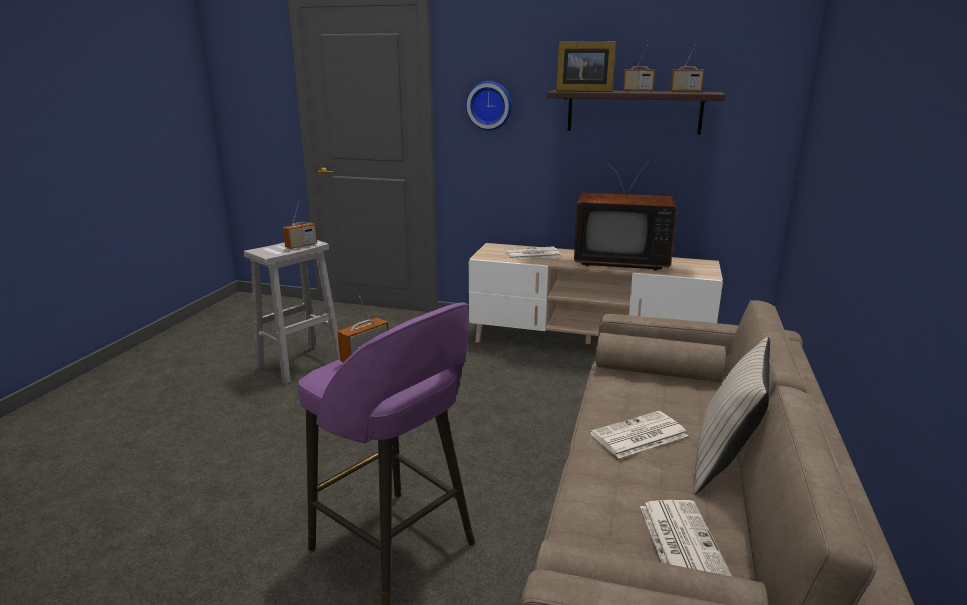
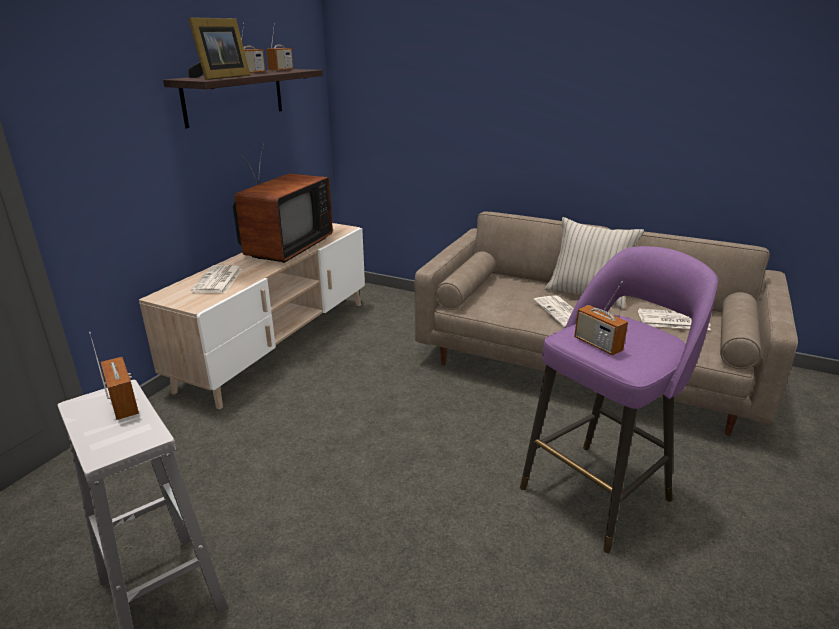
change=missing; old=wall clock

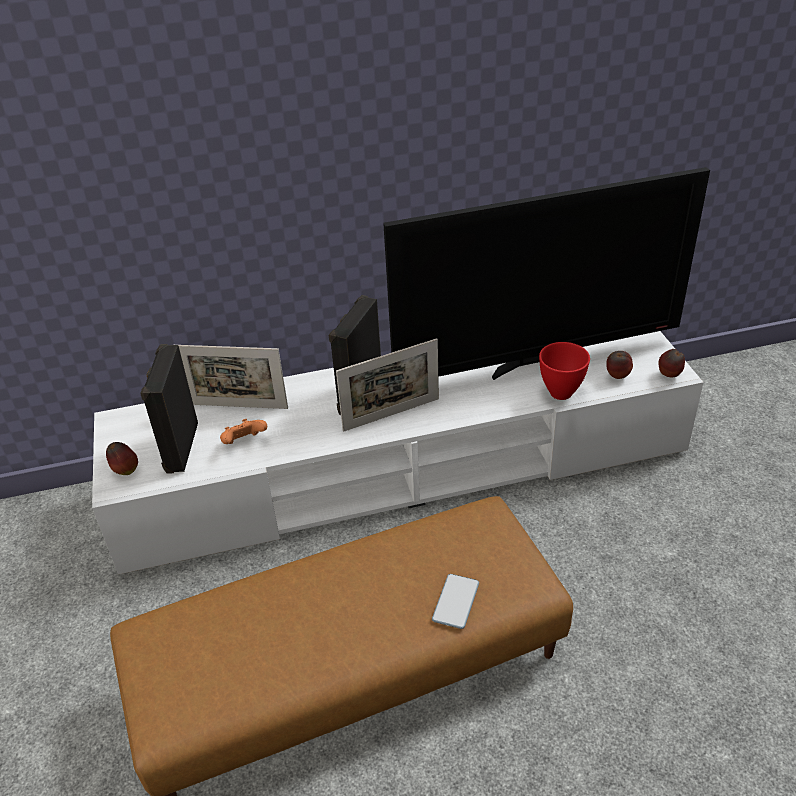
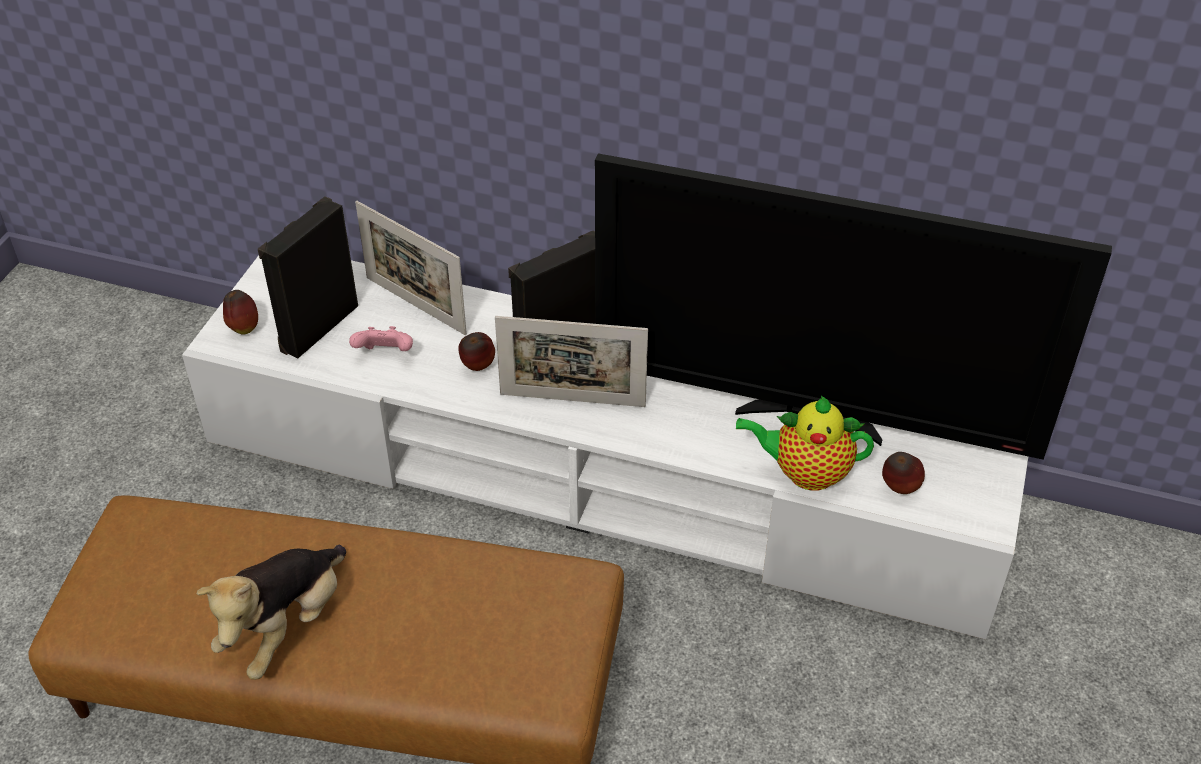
change=colour; old=gamepad in orange-coloured; new=gamepad in pink
change=missing; old=telephone
change=exchanged; old=serving bowl in reddish; new=pot for tea
change=relocated; old=apple (no. 3 from left in the first image); new=apple (no. 2 from left)
change=appeared; new=soft toy

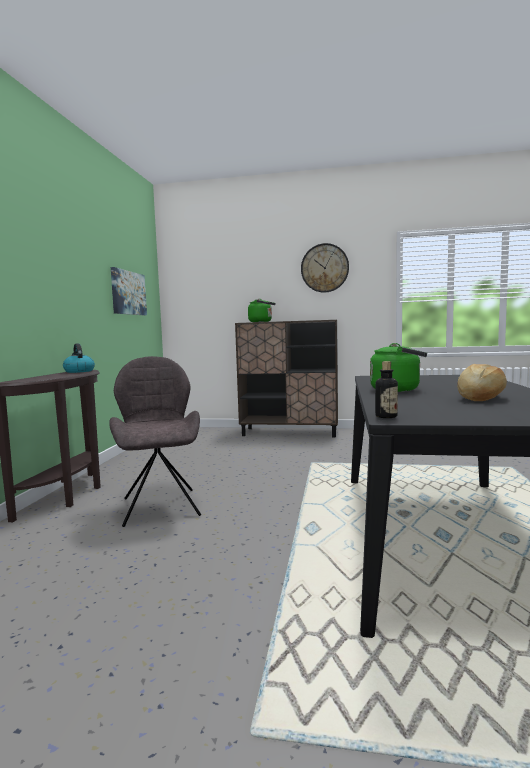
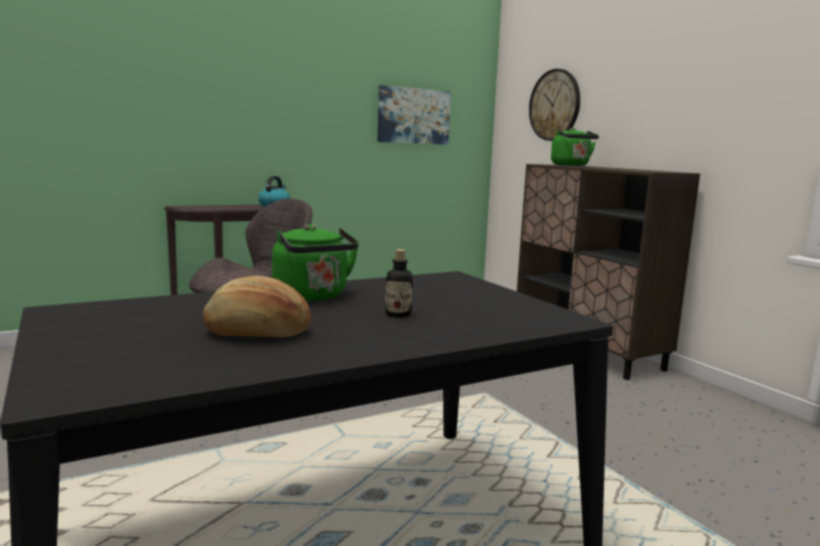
change=relocated; old=wall clock
change=relocated; old=bottle

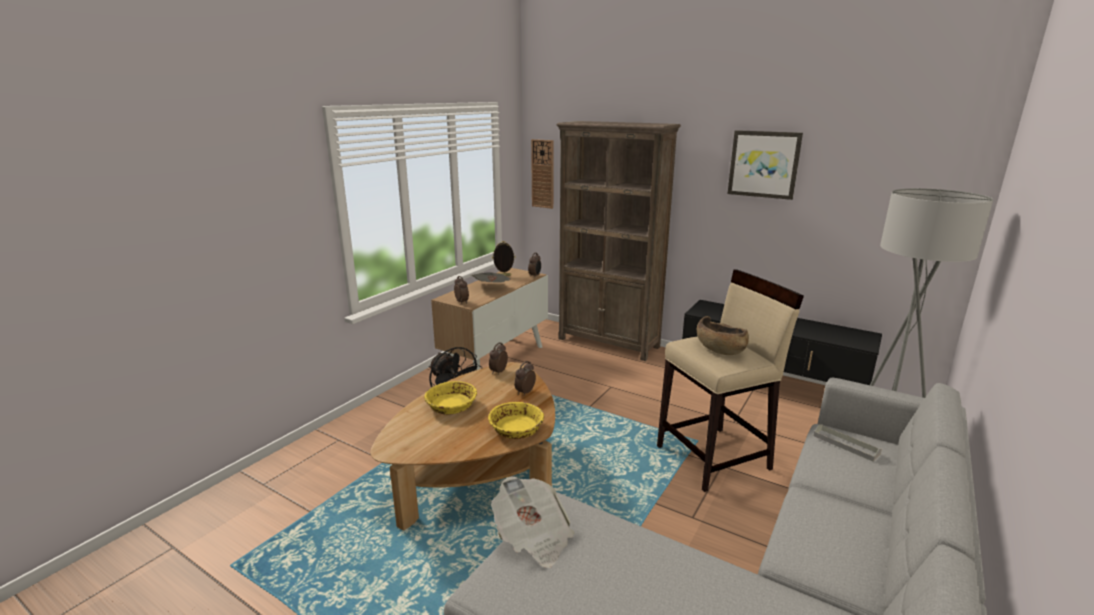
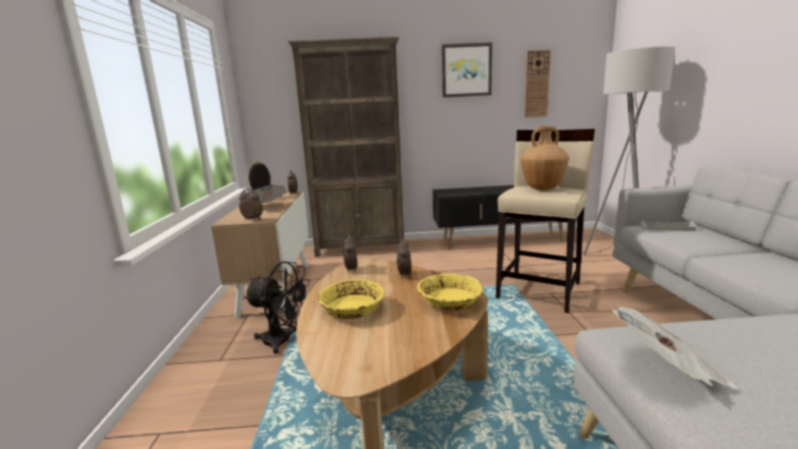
change=relocated; old=wall clock
change=exchanged; old=serving bowl in brown-coloured; new=vase in brown-coloured

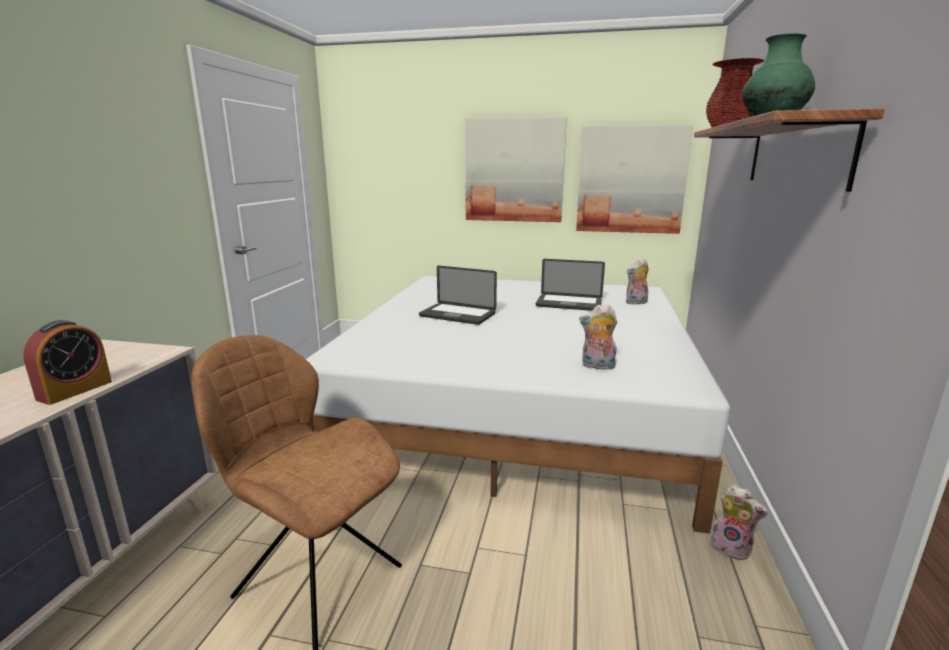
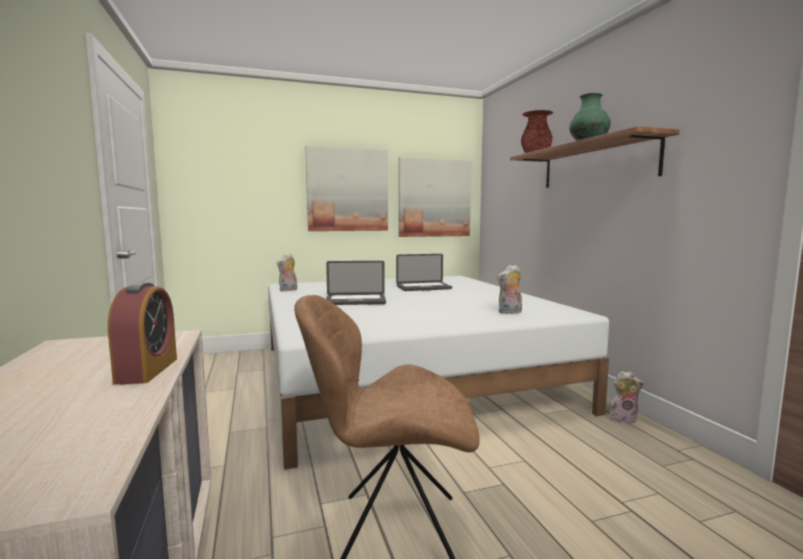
change=relocated; old=soft toy (no. 2 from left in the first image); new=soft toy (no. 1 from left)

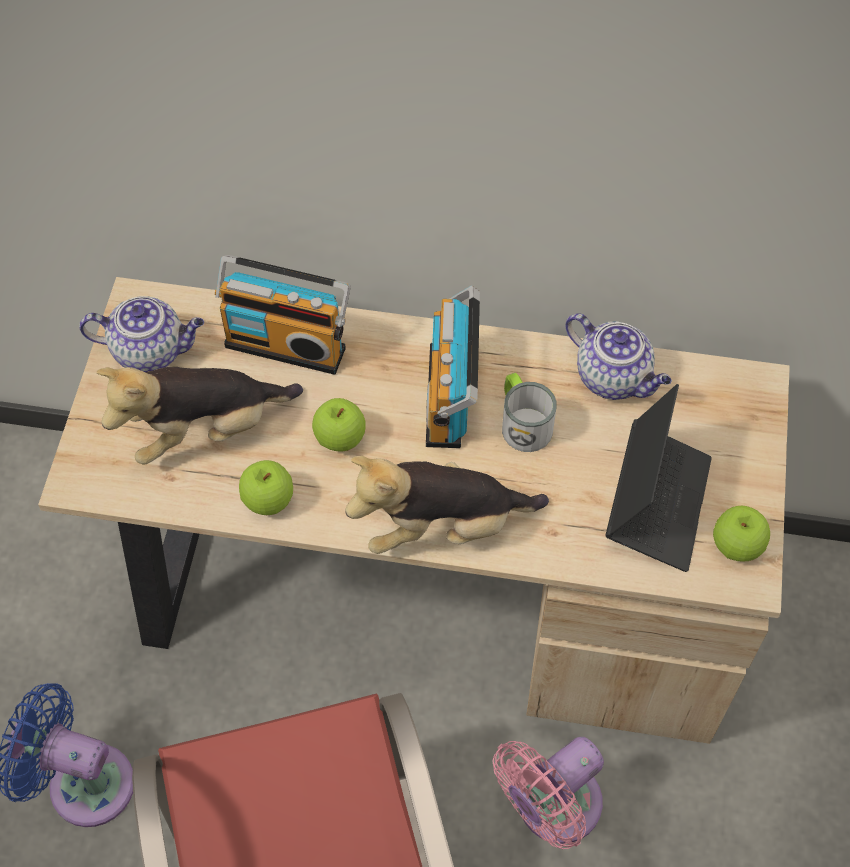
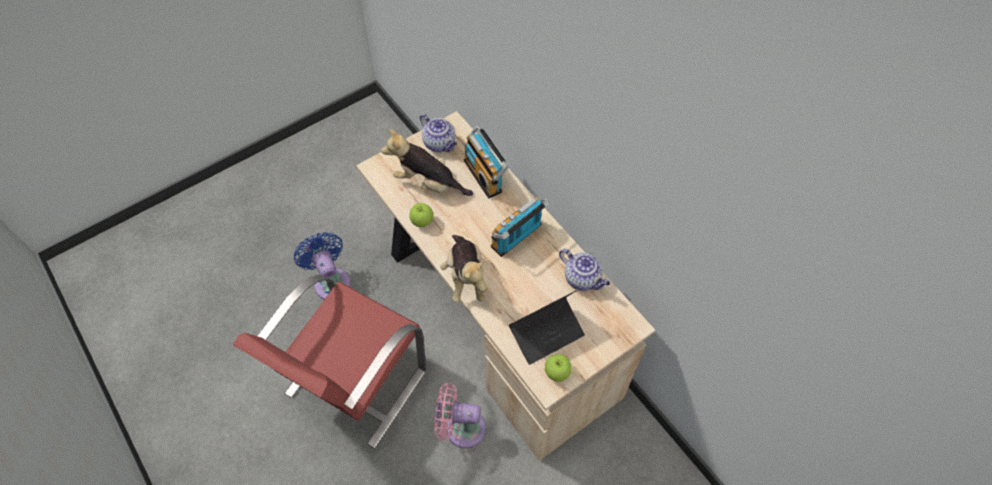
change=missing; old=apple (no. 2 from left)
change=spun; old=soft toy (no. 2 from left); degrees=-135
change=missing; old=tea mug
change=spun; old=pot for tea (no. 2 from left); degrees=-45

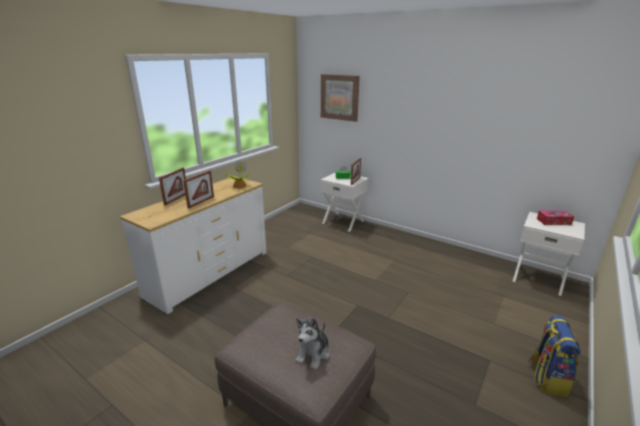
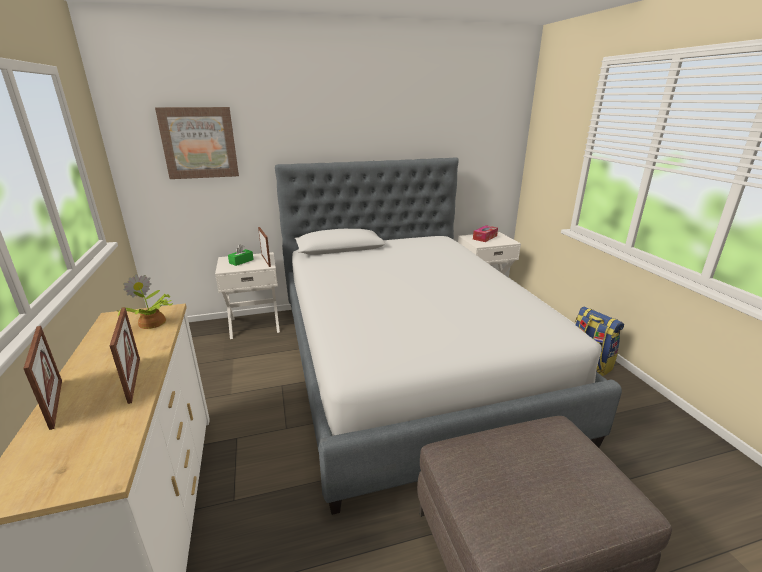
change=missing; old=soft toy
change=appeared; new=bedroom bed

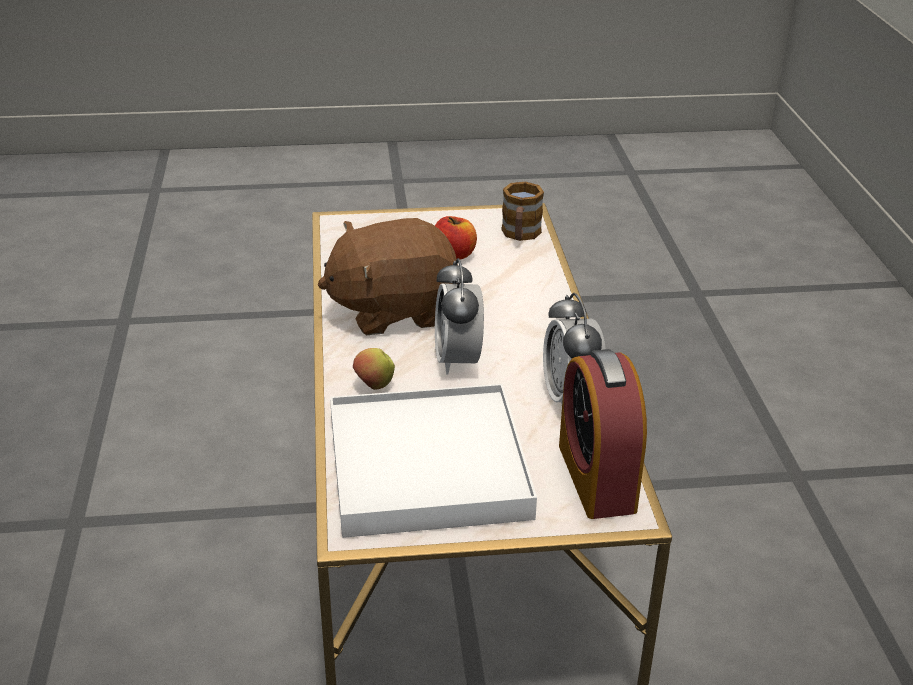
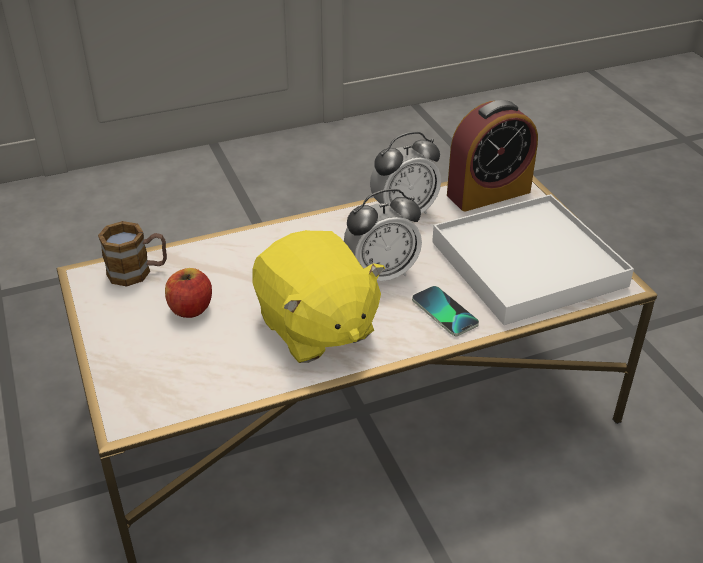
change=colour; old=soft toy in brown-coloured; new=soft toy in yellow-coloured
change=exchanged; old=apple (no. 1 from left); new=telephone

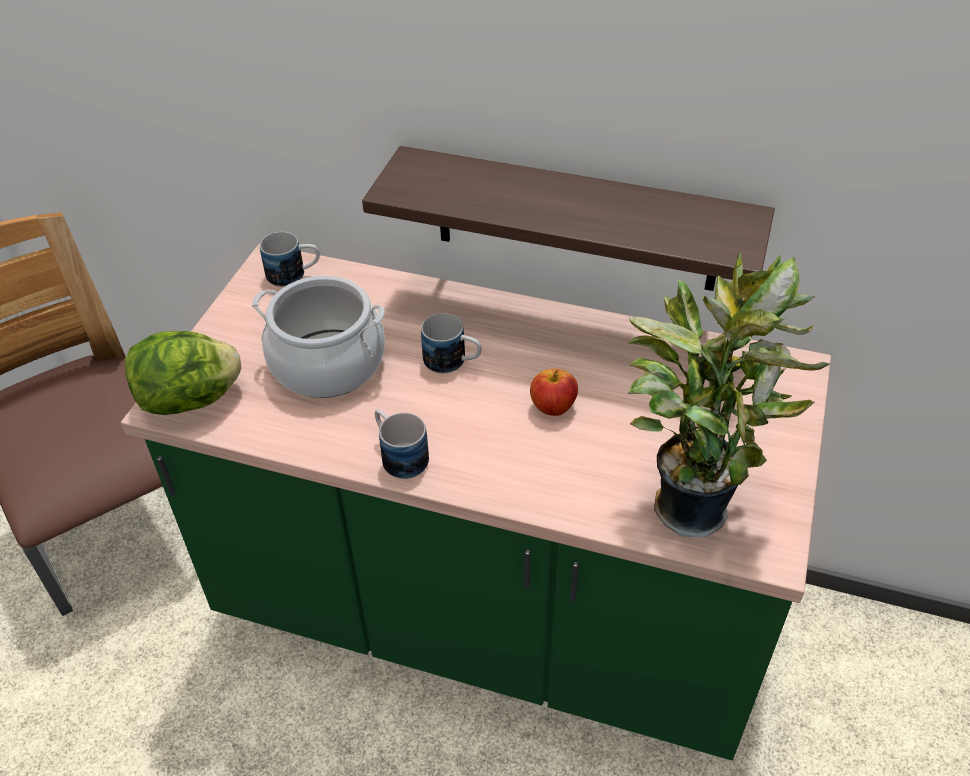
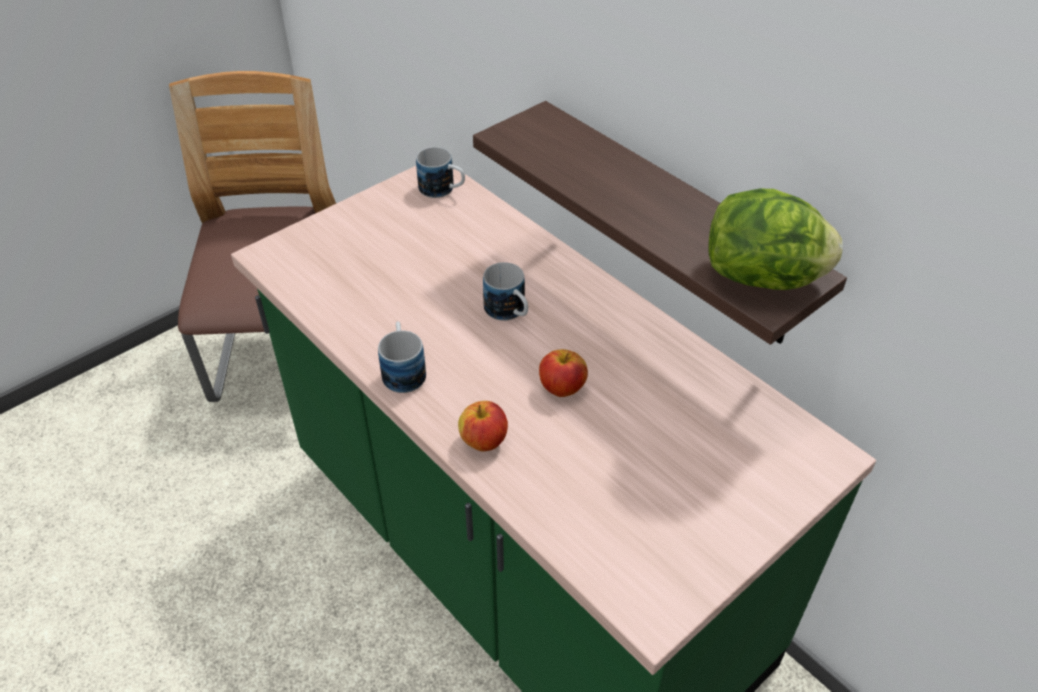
change=relocated; old=lettuce head
change=missing; old=saucepot
change=missing; old=plant in a pot
change=appeared; new=apple (no. 1 from left)

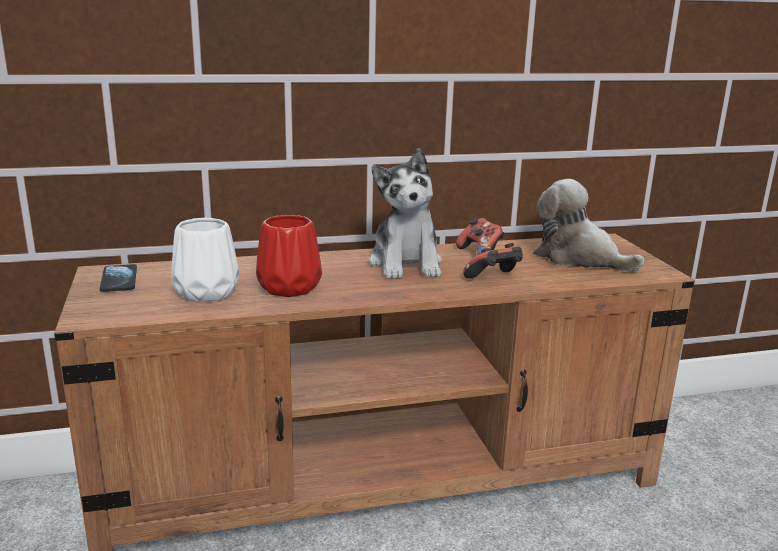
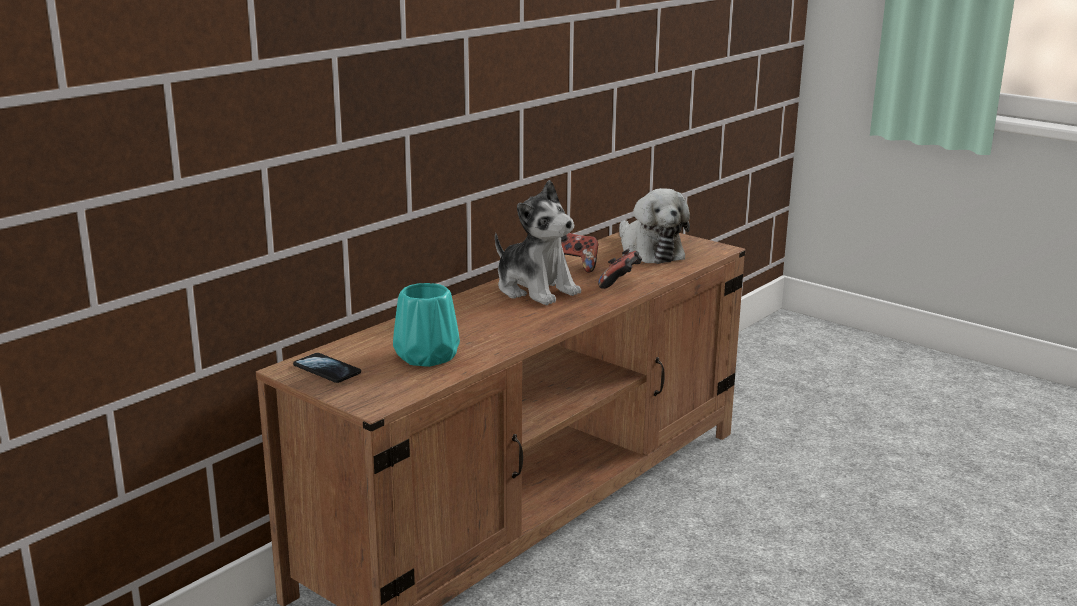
change=colour; old=vase in whitish; new=vase in blue-green
change=missing; old=vase in reddish
change=spun; old=soft toy (no. 2 from left); degrees=-120

